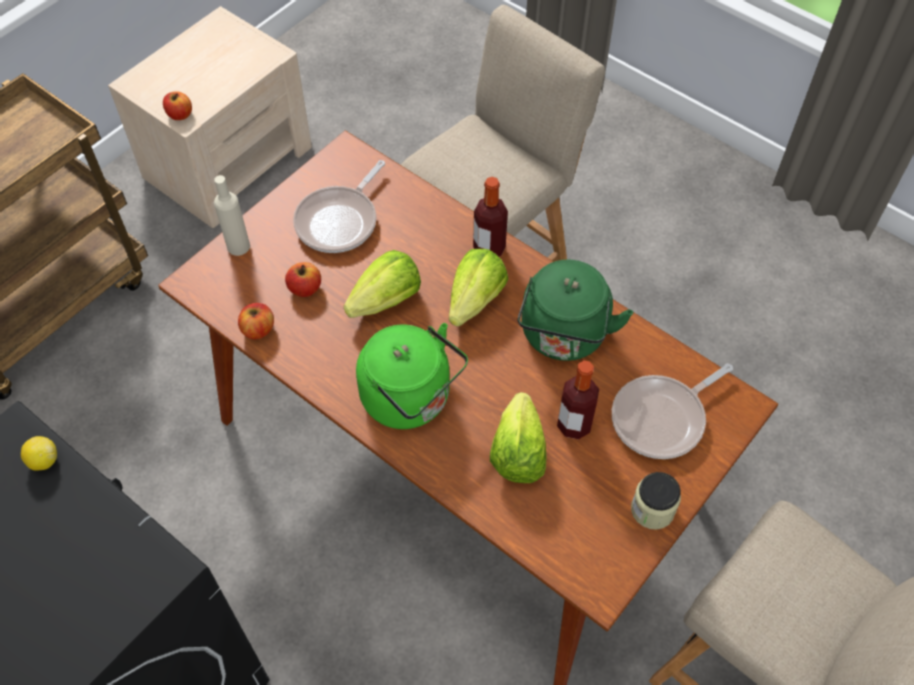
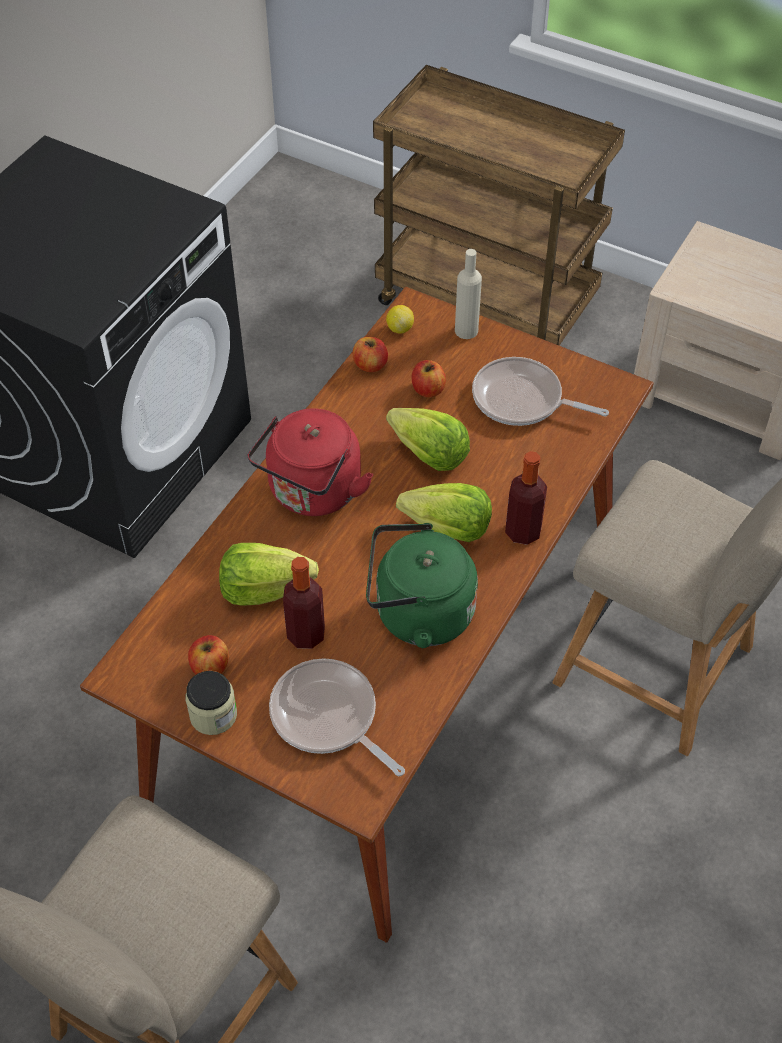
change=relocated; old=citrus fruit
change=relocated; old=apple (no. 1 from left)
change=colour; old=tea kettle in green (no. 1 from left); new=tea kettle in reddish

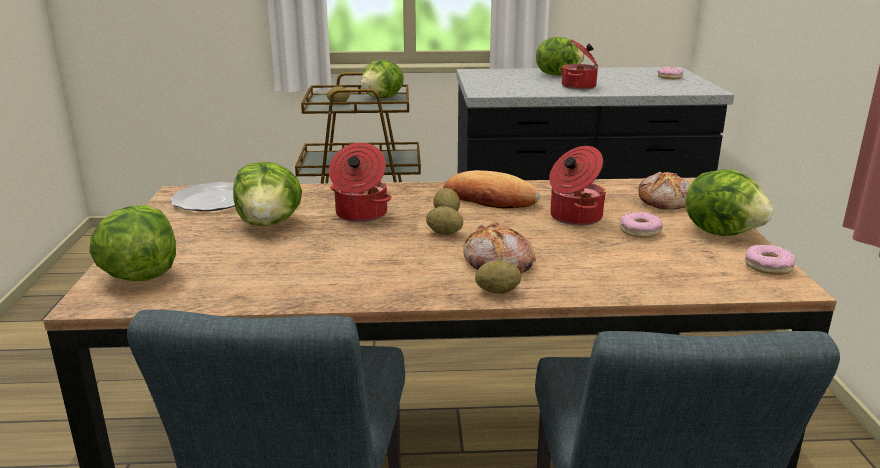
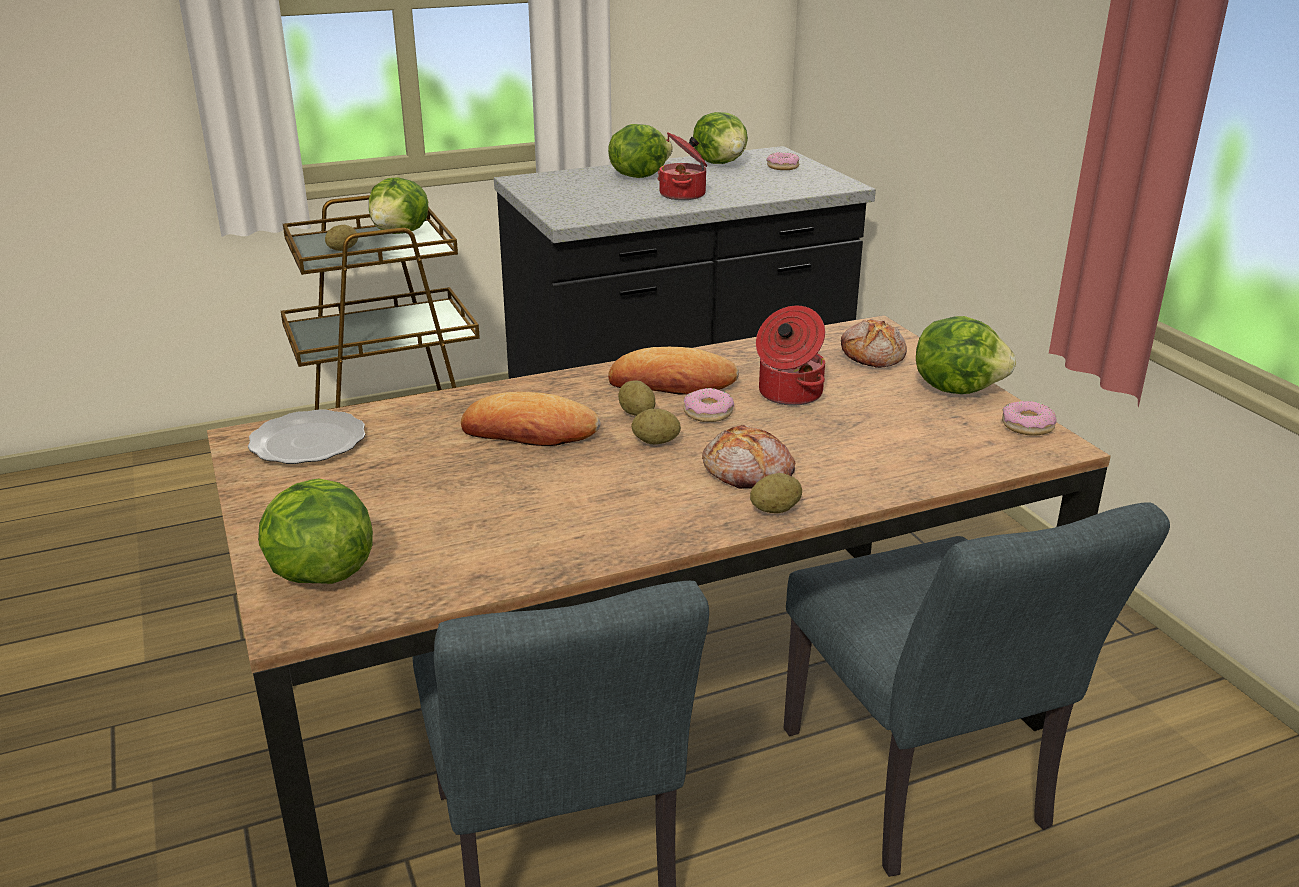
change=relocated; old=lettuce head (no. 2 from left in the first image); new=lettuce head (no. 4 from left)
change=exchanged; old=saucepot (no. 1 from left); new=bakery bread (no. 1 from left)
change=relocated; old=donut (no. 1 from left)

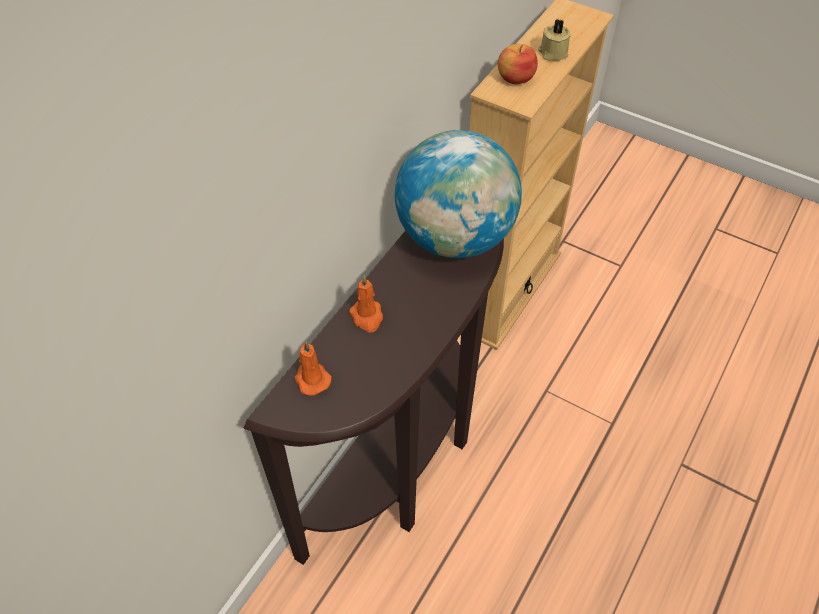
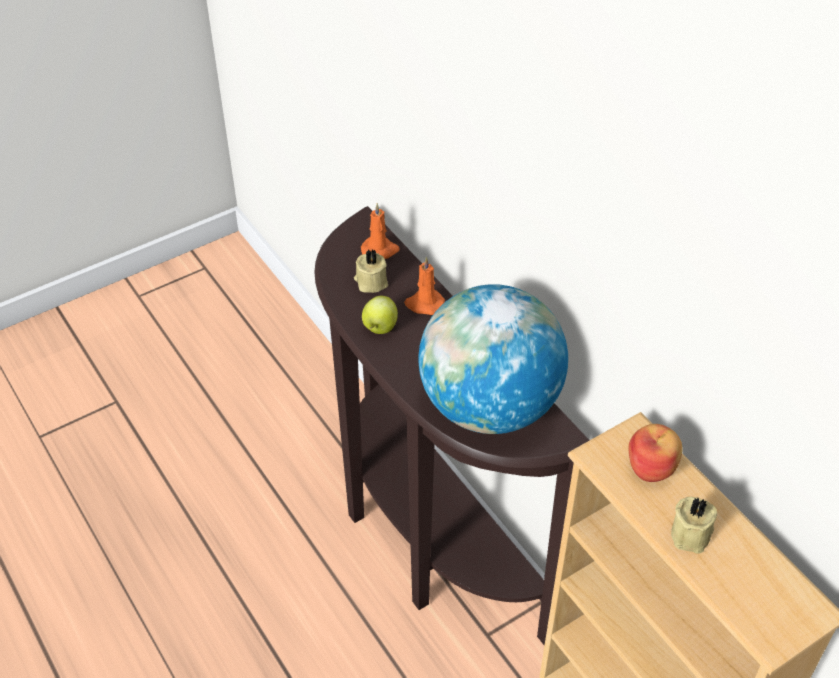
change=appeared; new=candle in beige (no. 1 from left)
change=appeared; new=apple (no. 1 from left)

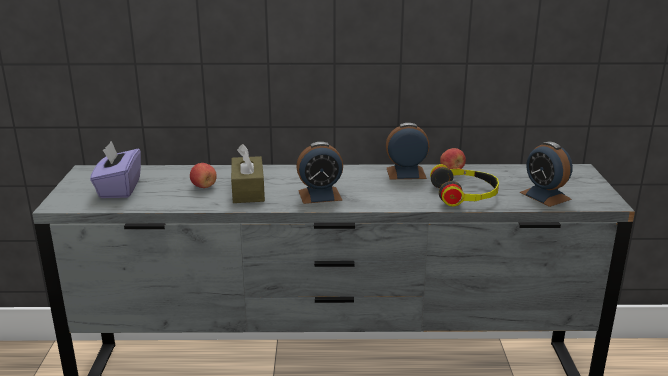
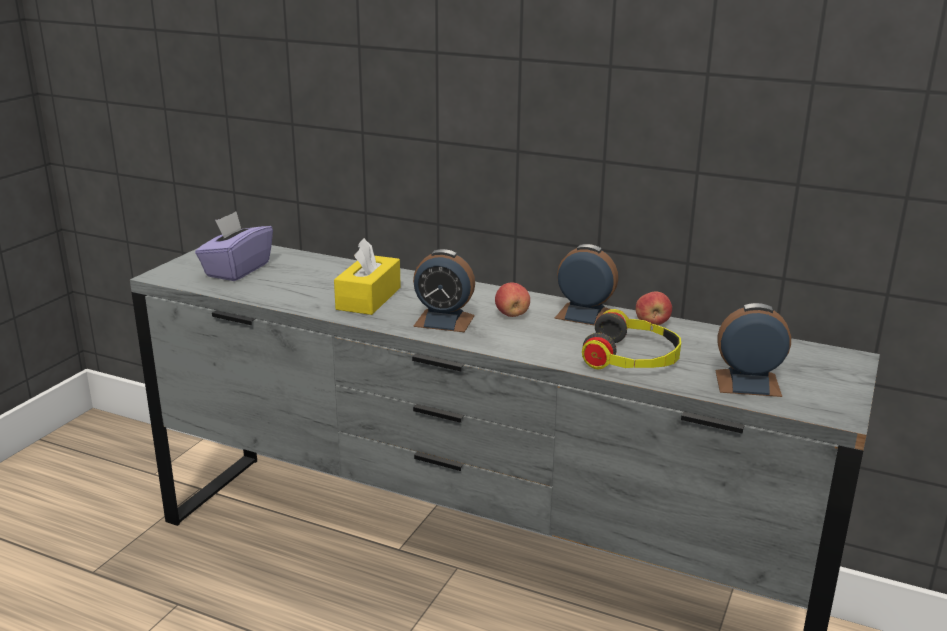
change=relocated; old=apple (no. 1 from left)
change=colour; old=tissue box in brown-coloured; new=tissue box in yellow-coloured
change=spun; old=bedside clock (no. 3 from left); degrees=105

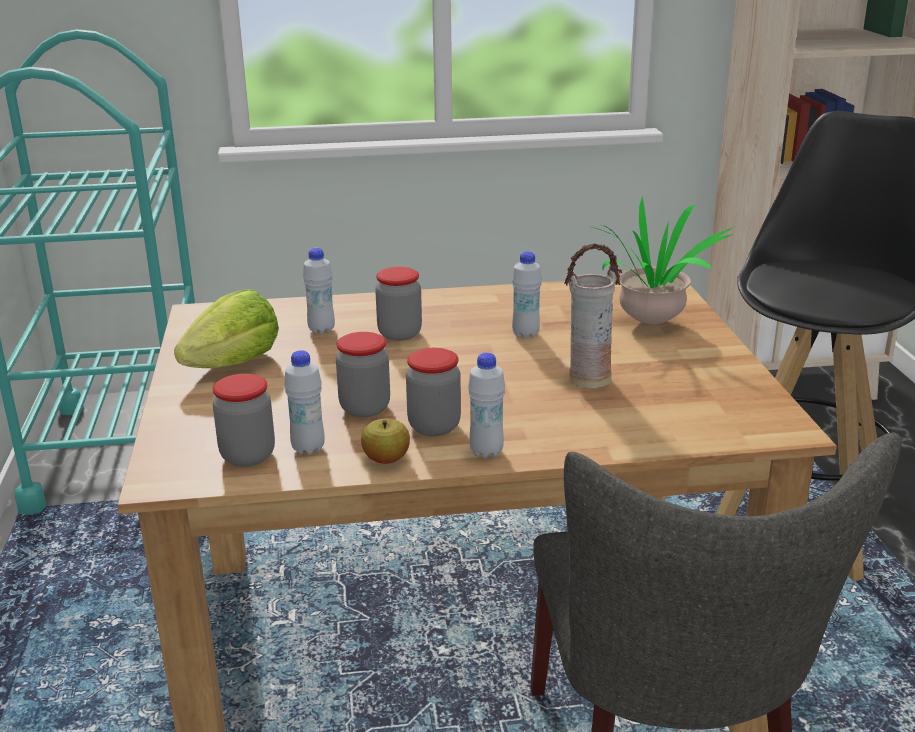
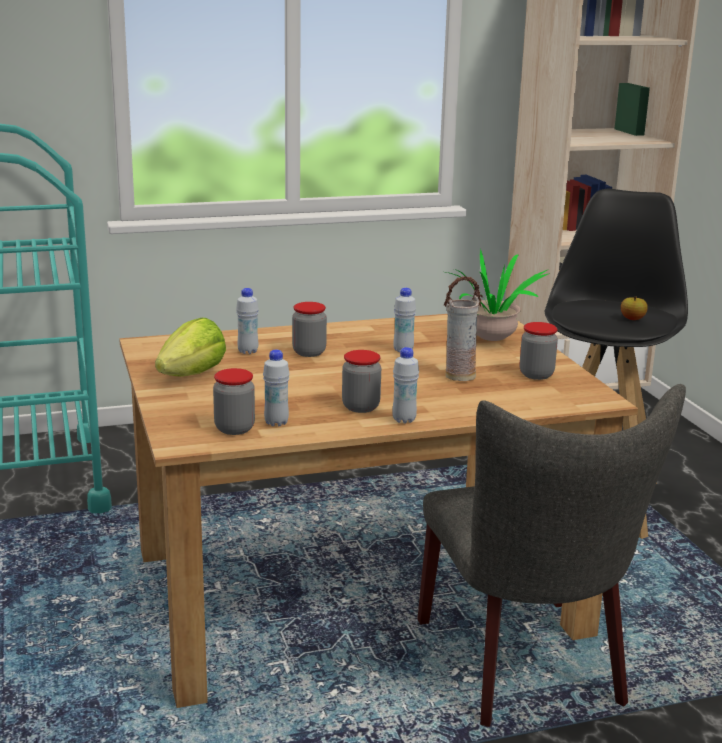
change=relocated; old=preserve jar (no. 2 from left in the first image); new=preserve jar (no. 4 from left)
change=relocated; old=apple

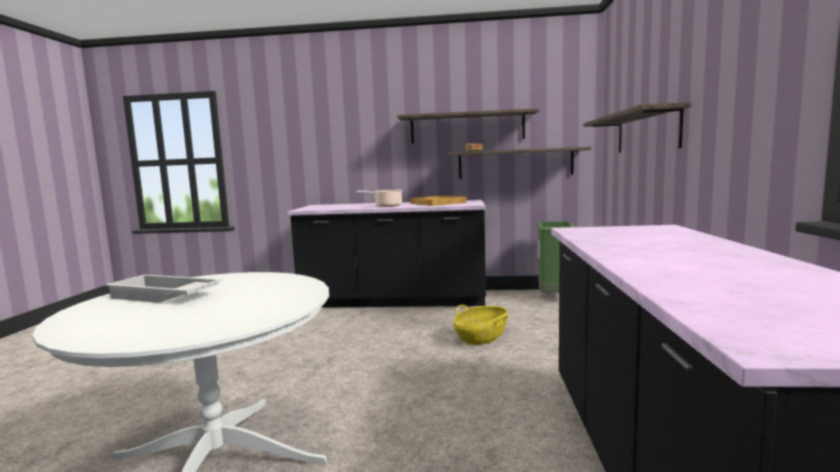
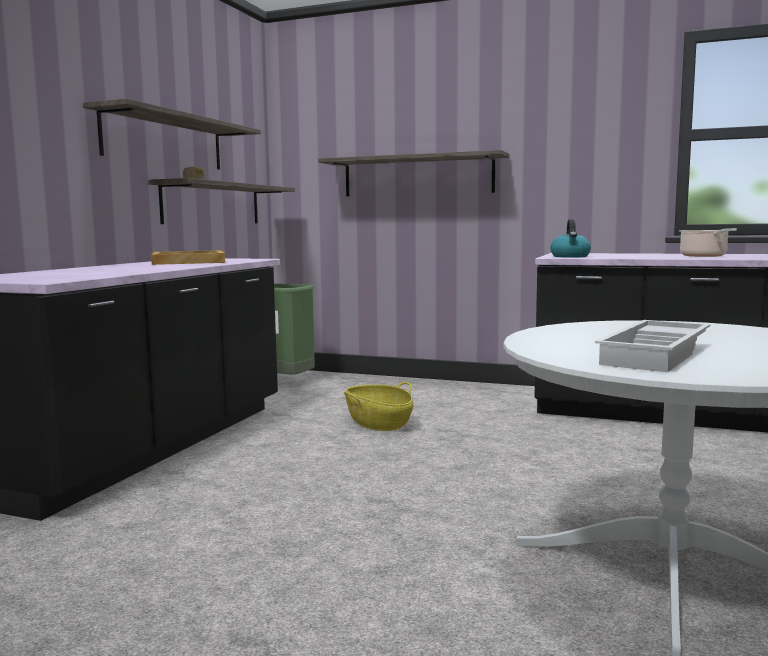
change=relocated; old=saucepot
change=appeared; new=tea kettle

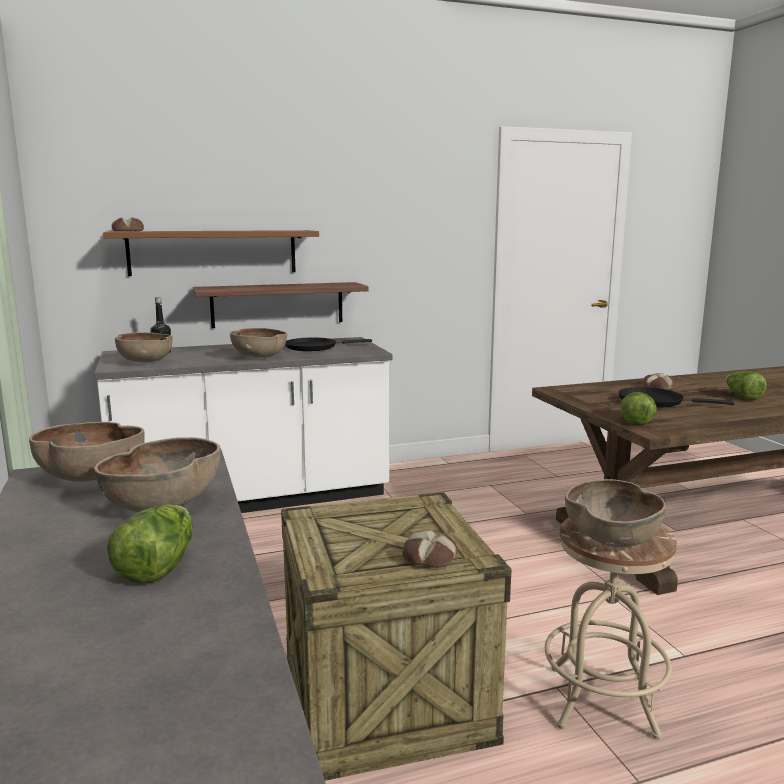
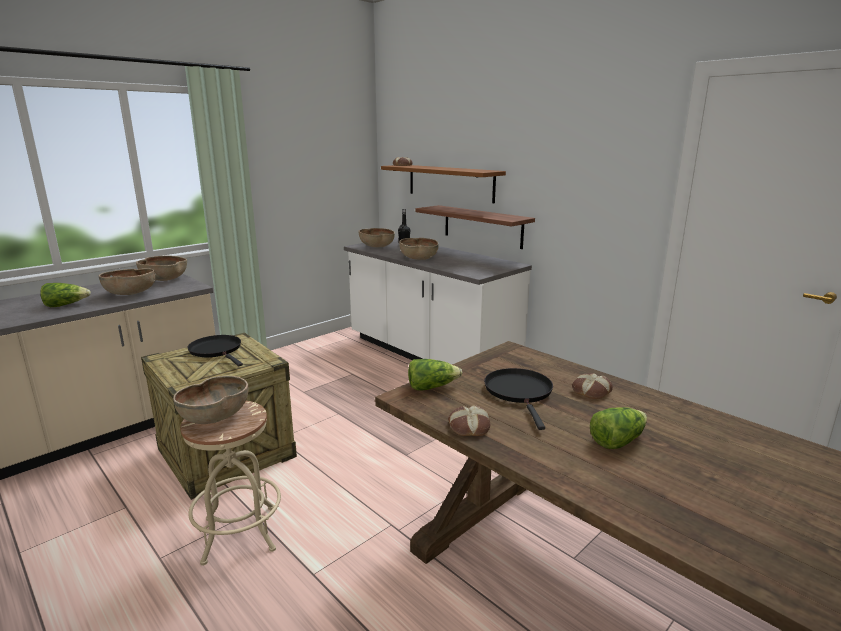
change=relocated; old=frying pan in black-coloured (no. 1 from left)
change=relocated; old=bakery bread (no. 2 from left)

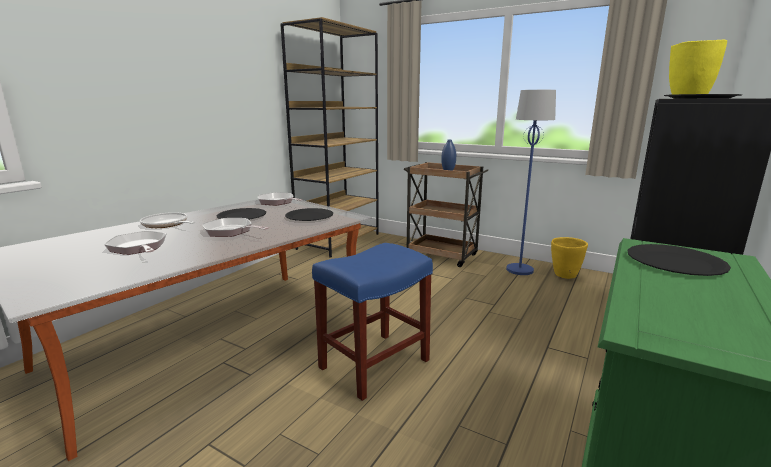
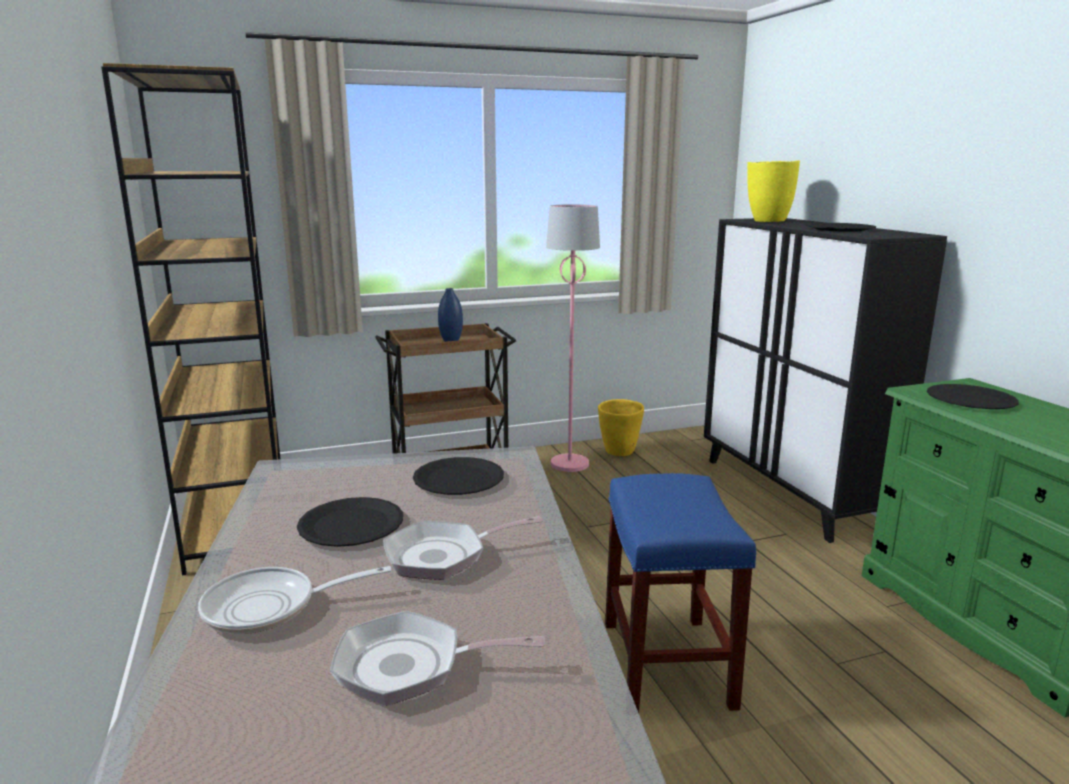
change=missing; old=frying pan (no. 4 from left)
change=colour; old=standard lamp in blue-coloured; new=standard lamp in pink

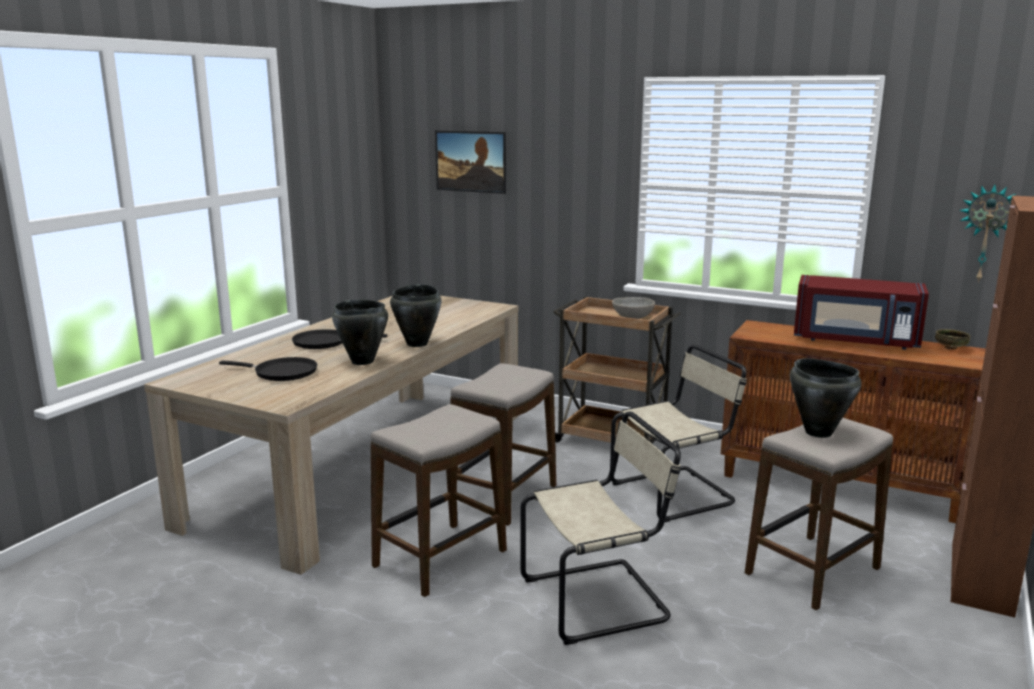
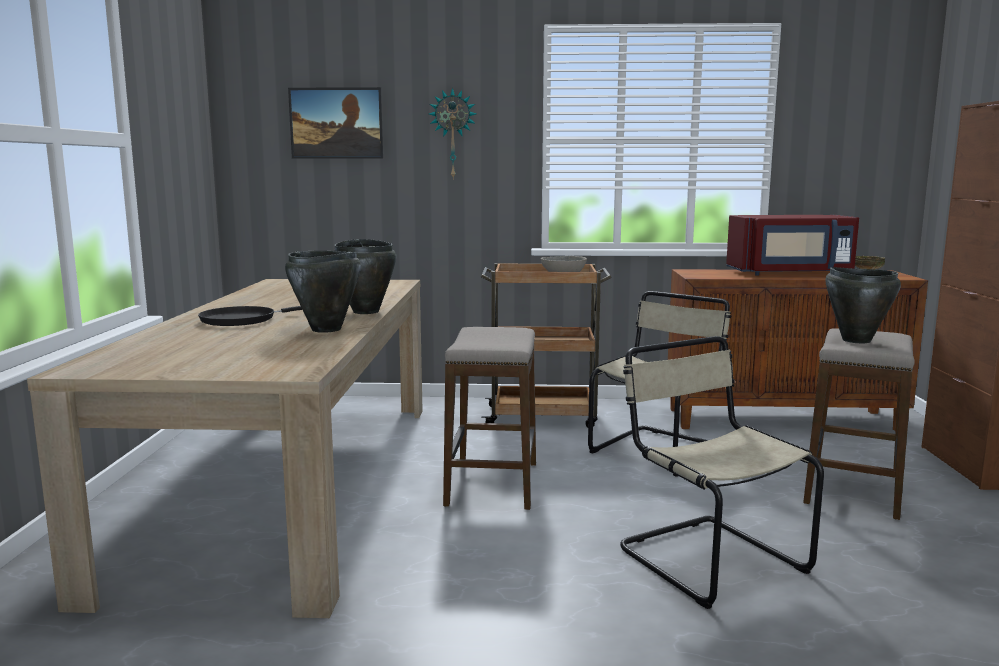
change=missing; old=frying pan in black-coloured (no. 1 from left)
change=missing; old=stool seat (no. 1 from left)
change=spun; old=chair in beige (no. 1 from left in the first image); degrees=-75
change=relocated; old=wall clock

